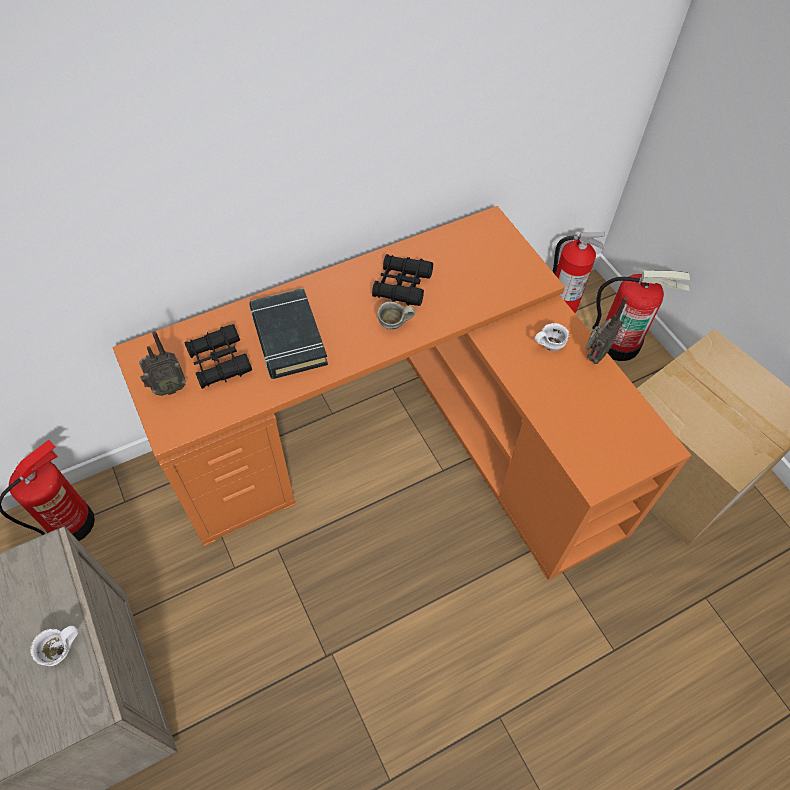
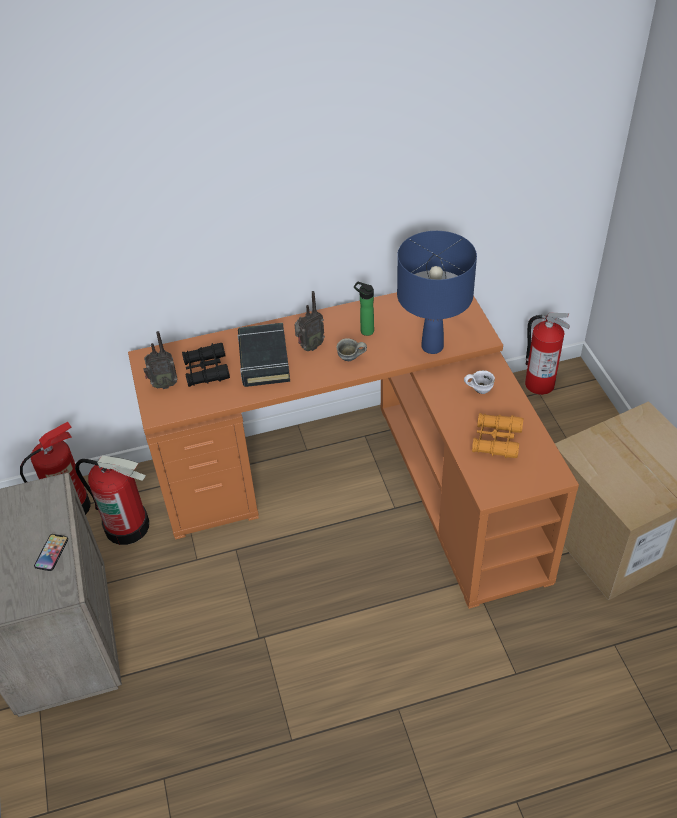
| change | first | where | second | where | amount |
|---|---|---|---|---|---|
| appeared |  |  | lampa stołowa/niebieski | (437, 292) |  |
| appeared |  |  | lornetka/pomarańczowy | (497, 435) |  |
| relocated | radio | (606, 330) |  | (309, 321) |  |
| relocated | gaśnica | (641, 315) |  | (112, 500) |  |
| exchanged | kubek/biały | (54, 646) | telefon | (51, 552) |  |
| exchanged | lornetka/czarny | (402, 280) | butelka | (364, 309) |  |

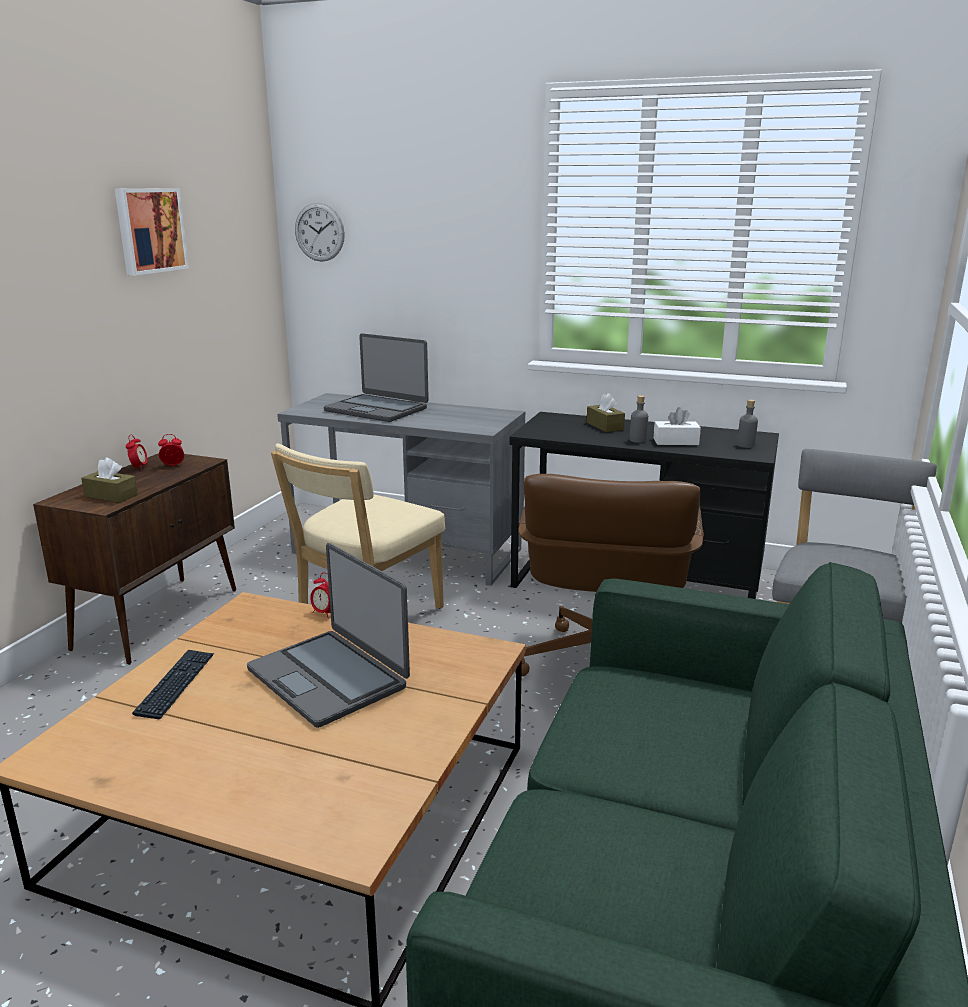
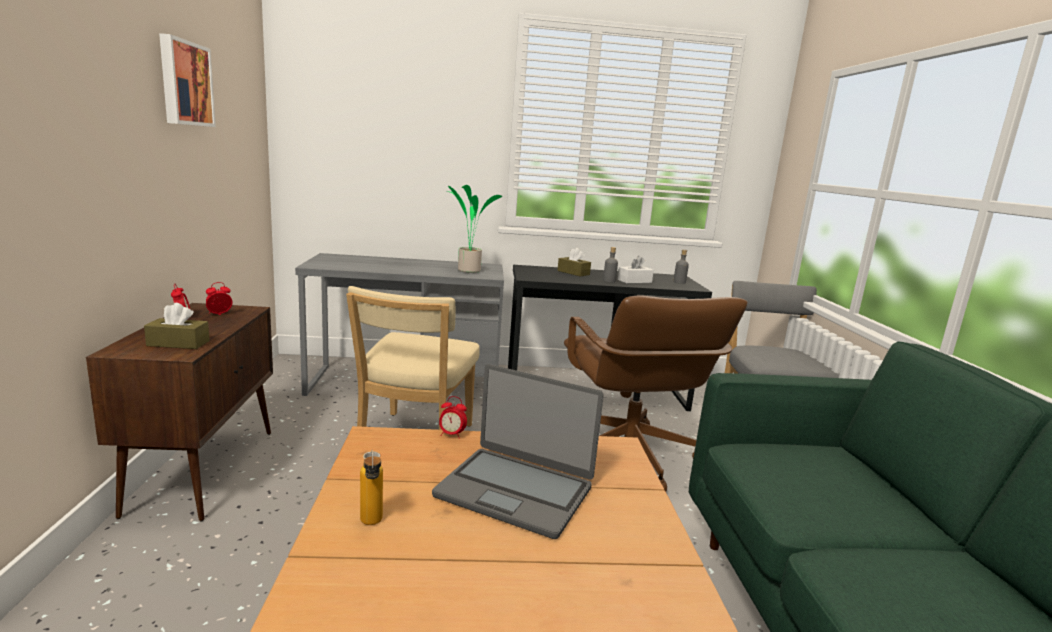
| change | first | where | second | where | amount |
|---|---|---|---|---|---|
| missing | zegar ścienny | (320, 232) |  |  |  |
| missing | laptop | (376, 377) |  |  |  |
| appeared |  |  | roślina doniczkowa | (475, 229) |  |
| exchanged | klawiatura | (173, 684) | butelka | (371, 487) |  |

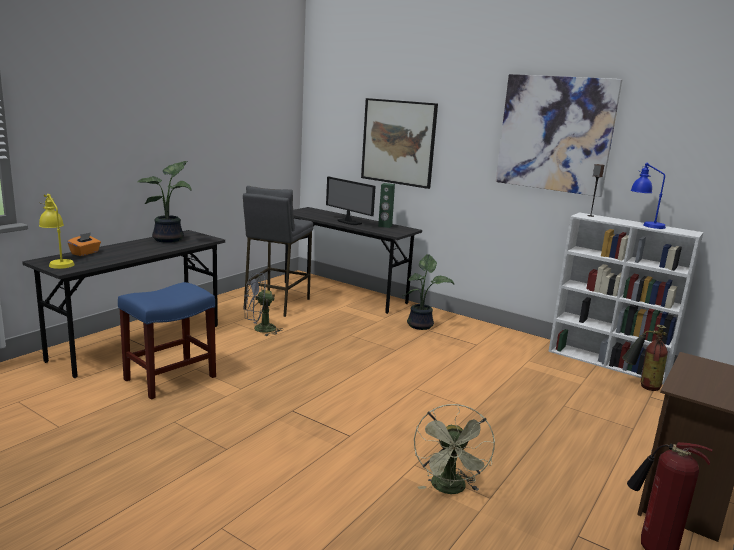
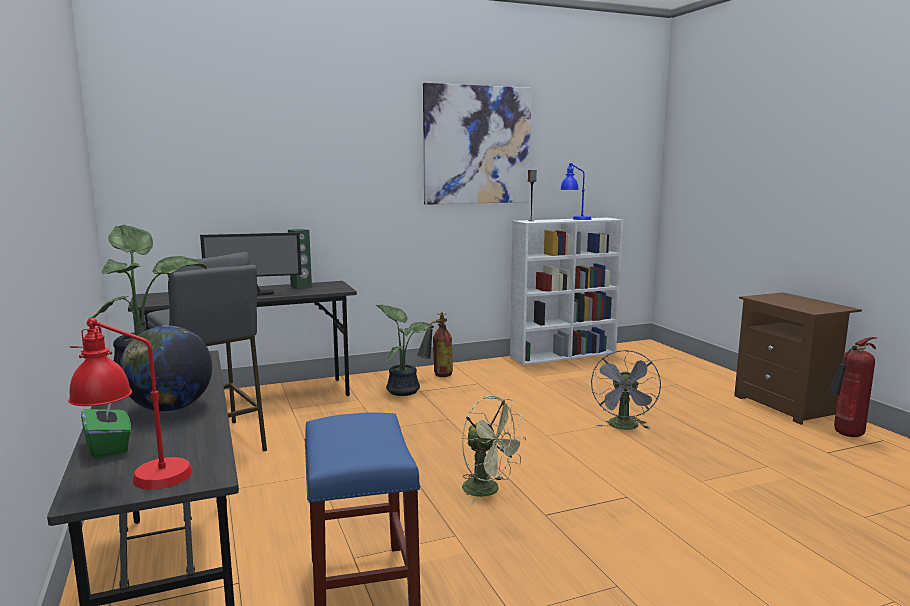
| change | first | where | second | where | amount |
|---|---|---|---|---|---|
| missing | obraz | (399, 143) |  |  |  |
| appeared |  |  | globus | (166, 368) |  |
| relocated | wentylator/szary | (264, 304) |  | (626, 390) |  |
| relocated | wentylator/zielony | (454, 449) |  | (494, 450) |  |
| relocated | gaśnica | (645, 358) |  | (435, 344) |  |
| colour | lampa stołowa/żółty | (57, 231) | lampa stołowa/czerwony | (130, 403) |  |
| colour | pudełko chusteczek/pomarańczowy | (84, 244) | pudełko chusteczek/zielony | (106, 431) |  |

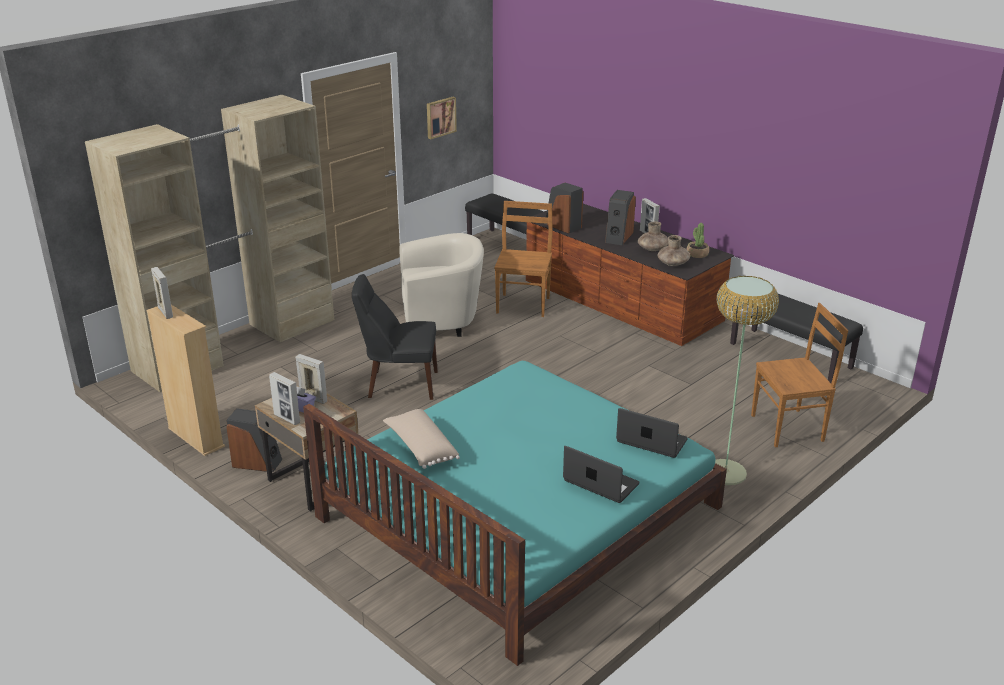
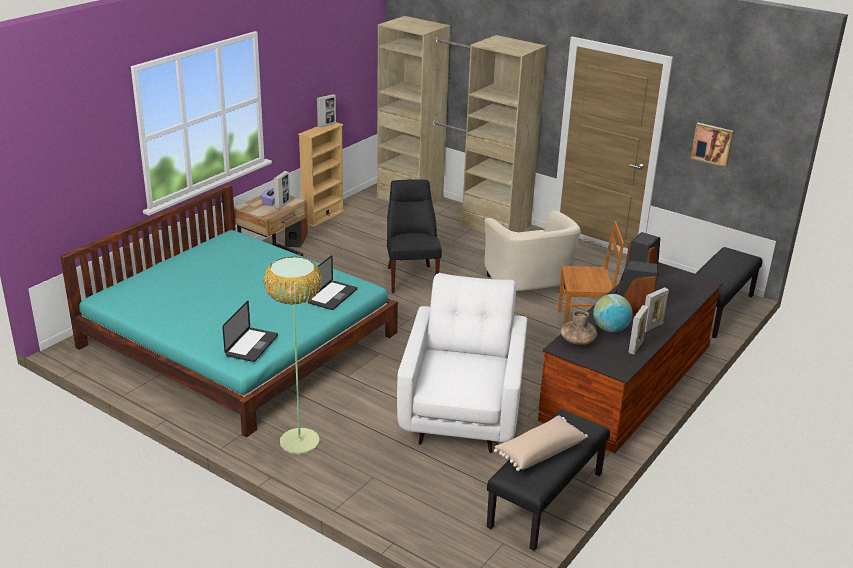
| change | first | where | second | where | amount |
|---|---|---|---|---|---|
| missing | roślina doniczkowa | (698, 240) |  |  |  |
| missing | krzesło/brązowy | (799, 375) |  |  |  |
| appeared |  |  | fotel/biały | (462, 363) |  |
| relocated | ramka na zdjęcie | (284, 398) |  | (639, 330) |  |
| relocated | poduszka/beżowy | (421, 439) |  | (541, 443) |  |
| relocated | laptop | (601, 474) |  | (331, 282) |  |
| exchanged | wazon/brązowy | (653, 236) | globus | (613, 313) |  |

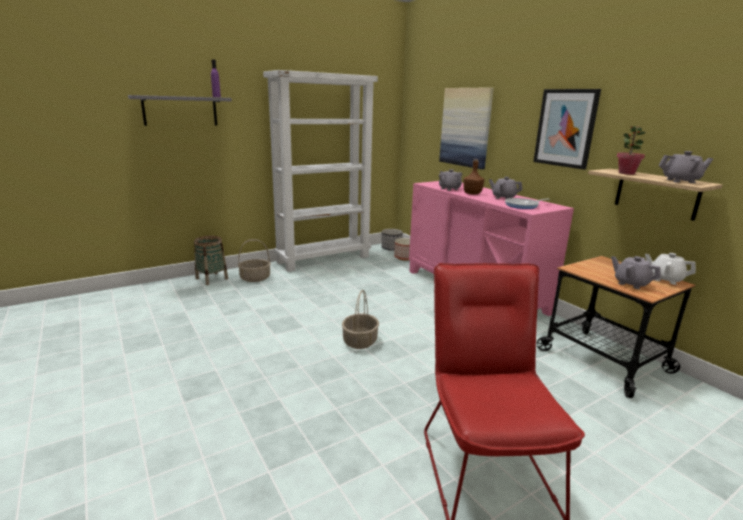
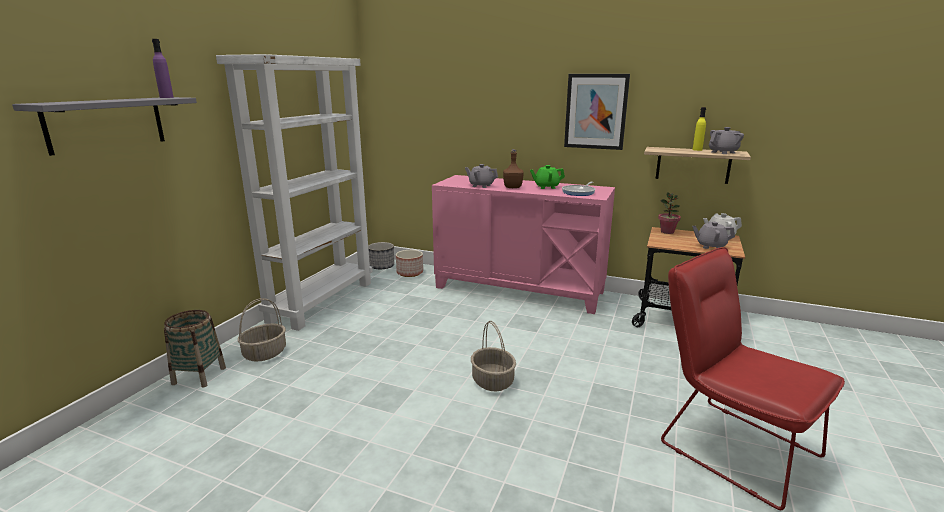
| change | first | where | second | where | amount |
|---|---|---|---|---|---|
| missing | obraz | (466, 128) |  |  |  |
| appeared |  |  | butelka/żółty | (699, 129) |  |
| relocated | roślina doniczkowa | (631, 150) |  | (669, 213) |  |
| colour | imbryk/szary | (506, 188) | imbryk/zielony | (547, 177) |  |

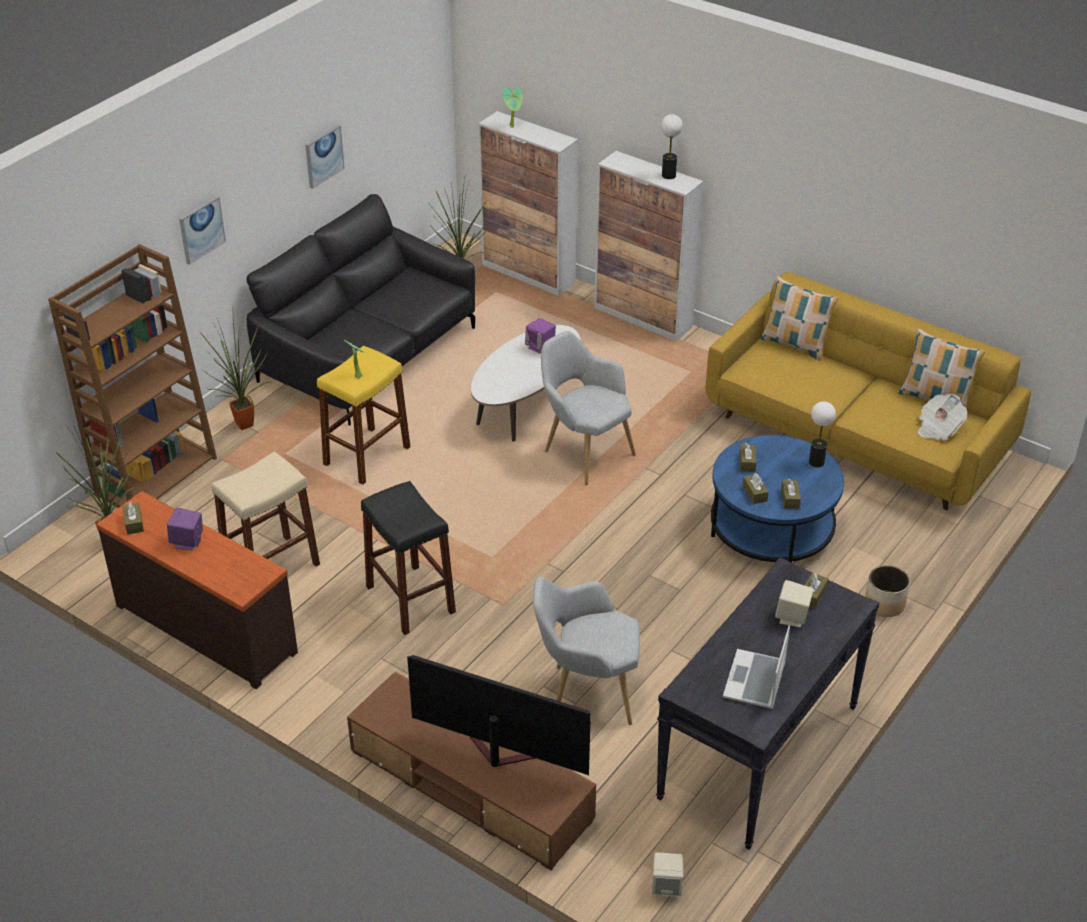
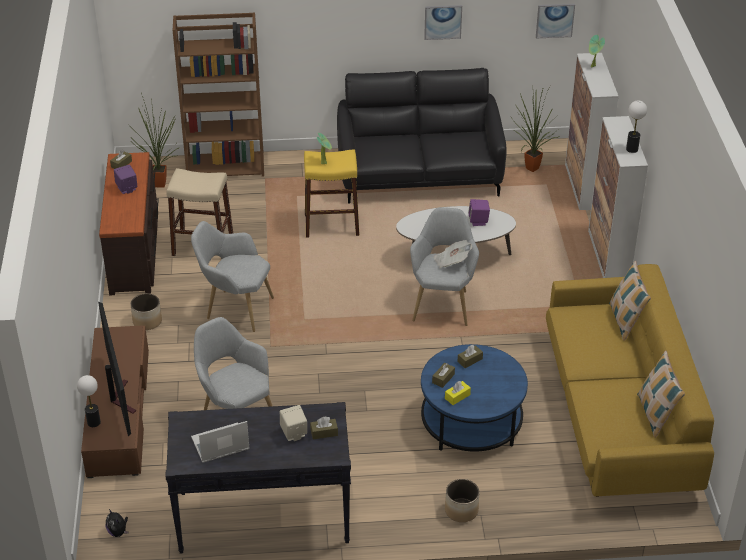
| change | first | where | second | where | amount |
|---|---|---|---|---|---|
| missing | roślina doniczkowa | (235, 366) |  |  |  |
| appeared |  |  | donica | (146, 311) |  |
| relocated | obraz | (202, 230) |  | (555, 21) |  |
| relocated | lampa stołowa | (822, 434) |  | (89, 401) |  |
| relocated | gazeta | (942, 417) |  | (453, 254) |  |
| exchanged | stołek/czarny | (408, 558) | fotel/szary | (232, 276) |  |
| exchanged | głośnik/beżowy | (667, 874) | pluszak | (117, 523) |  |
| colour | pudełko chusteczek/brązowy | (791, 494) | pudełko chusteczek/żółty | (458, 393) |  |

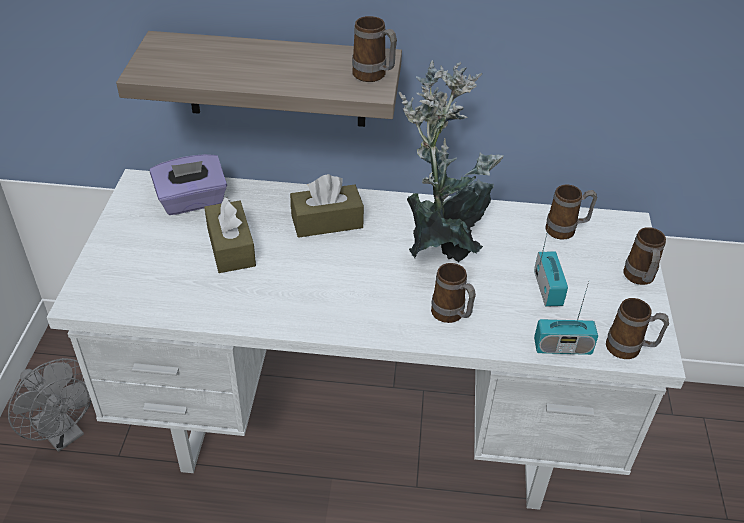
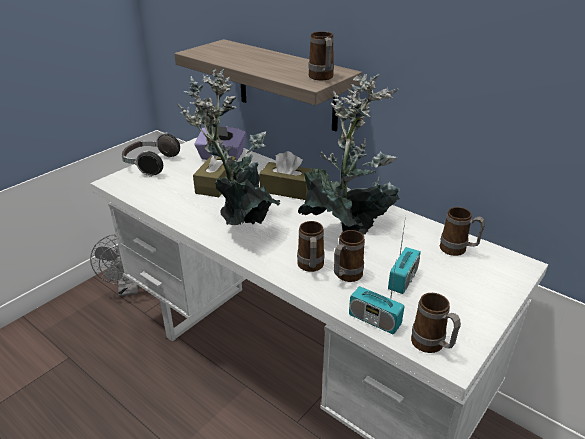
| change | first | where | second | where | amount |
|---|---|---|---|---|---|
| appeared |  |  | słuchawki | (151, 154) |  |
| appeared |  |  | roślina doniczkowa | (229, 147) |  |
| relocated | kubek | (644, 256) |  | (349, 256) |  |

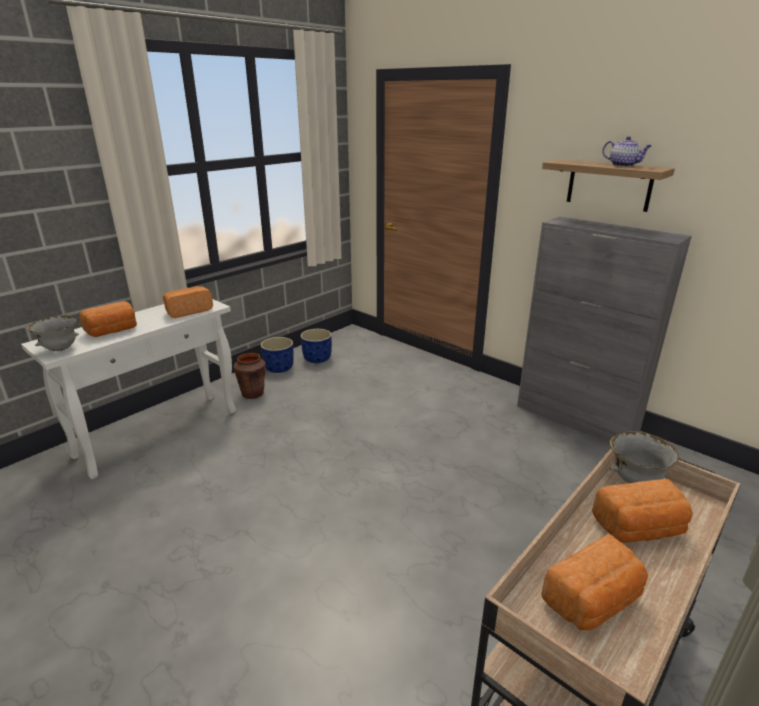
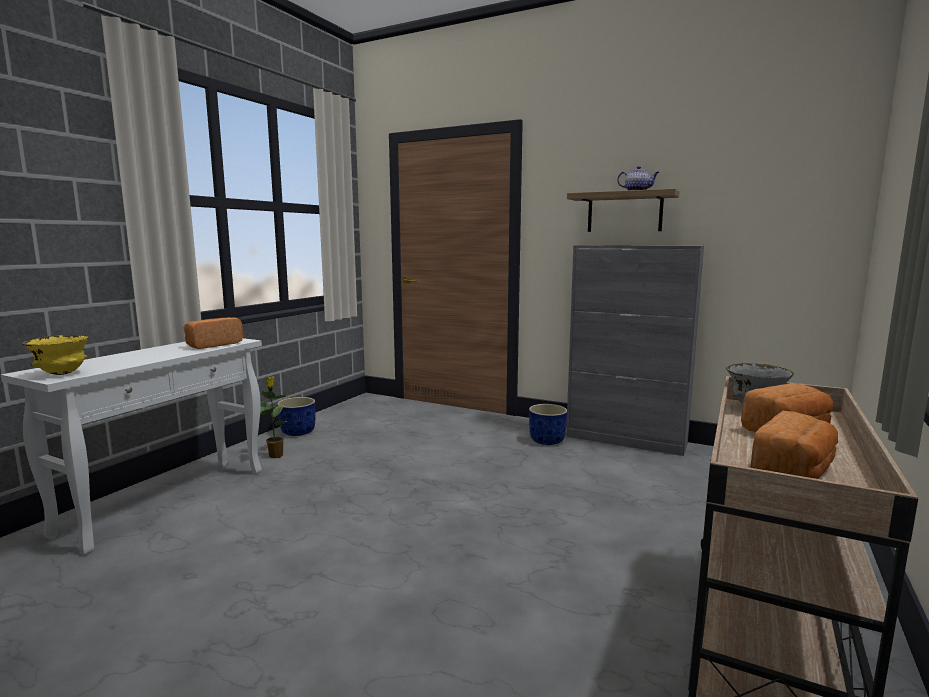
| change | first | where | second | where | amount |
|---|---|---|---|---|---|
| missing | chleb | (108, 319) |  |  |  |
| relocated | donica/niebieski | (316, 346) |  | (548, 424) |  |
| exchanged | wazon/brązowy | (250, 376) | roślina doniczkowa | (275, 417) |  |
| colour | miska/szary | (53, 333) | miska/żółty | (55, 354) |  |

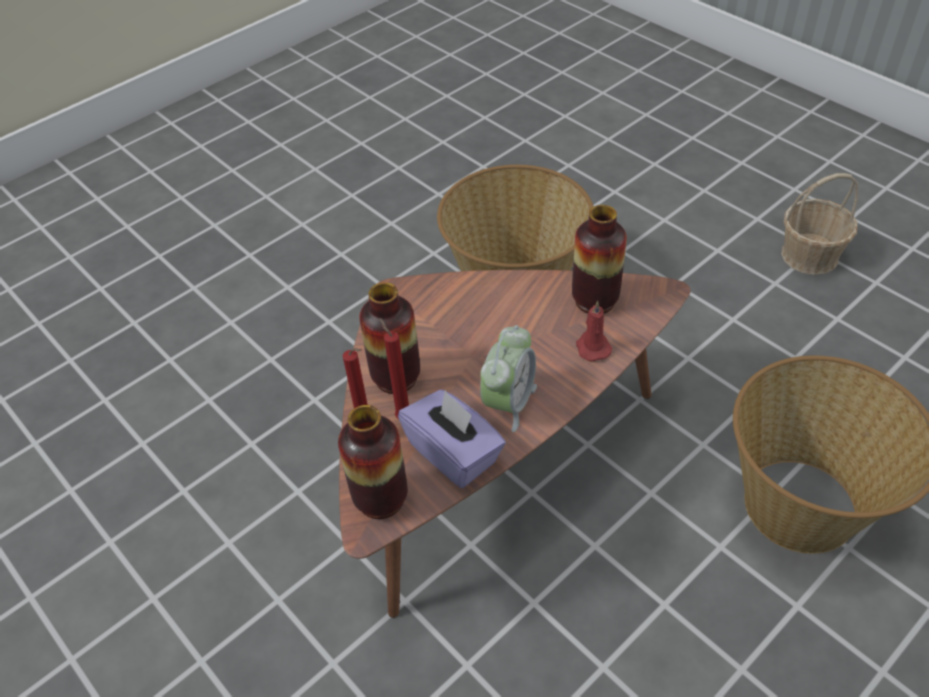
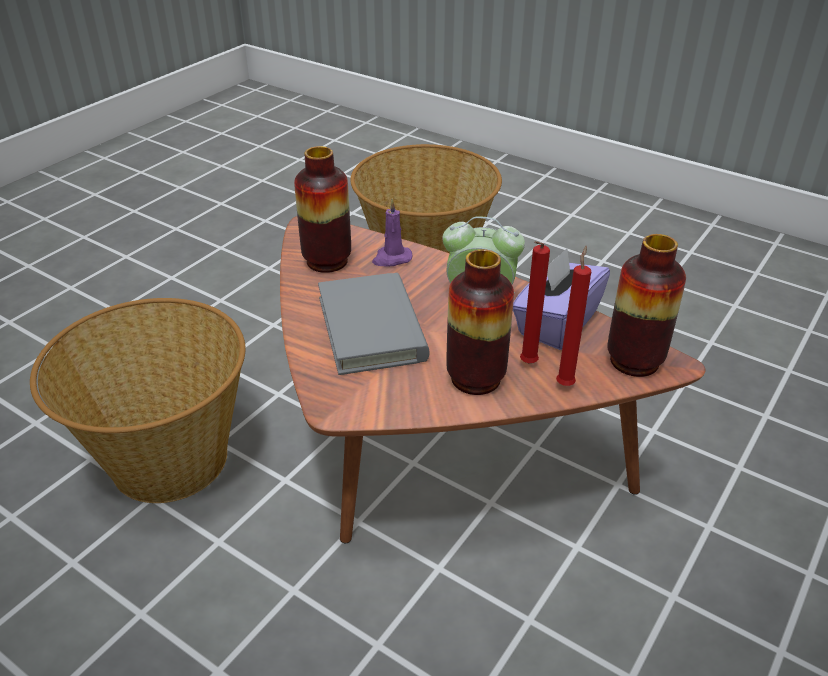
| change | first | where | second | where | amount |
|---|---|---|---|---|---|
| missing | koszyk | (819, 224) |  |  |  |
| appeared |  |  | książka/szary | (374, 324) |  |
| colour | świeca/czerwony | (594, 331) | świeca/fioletowy | (392, 232) |  |

